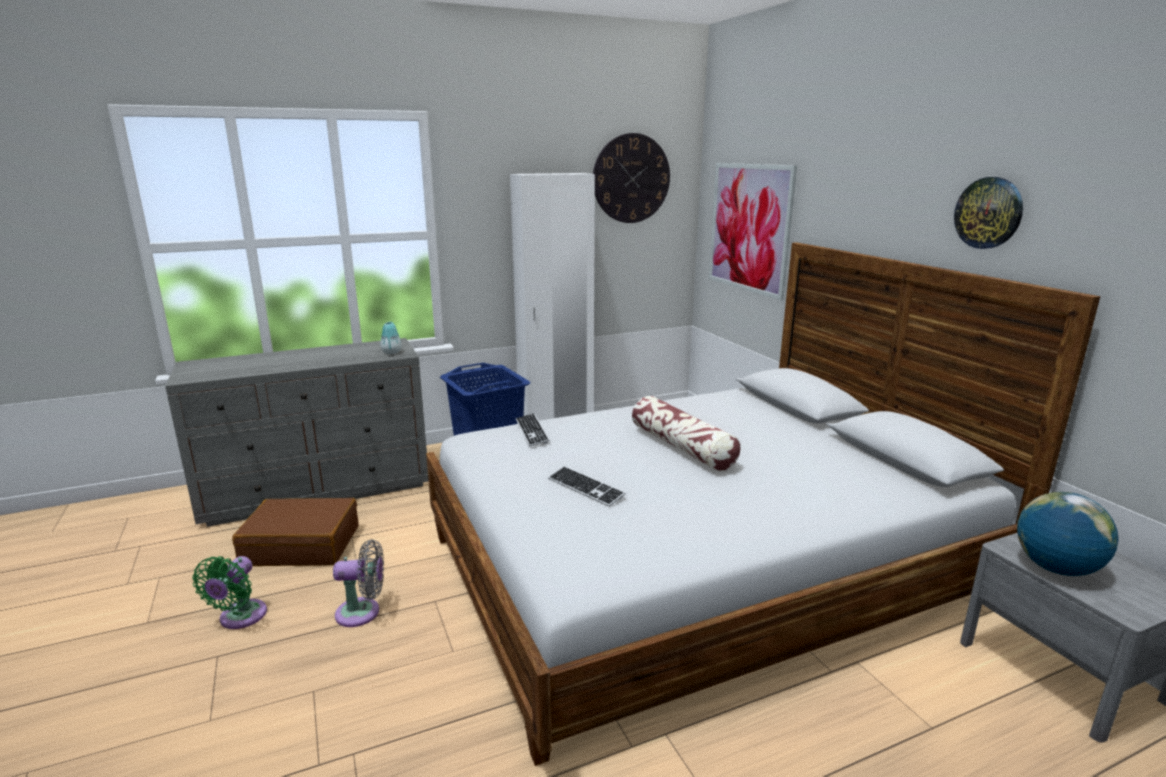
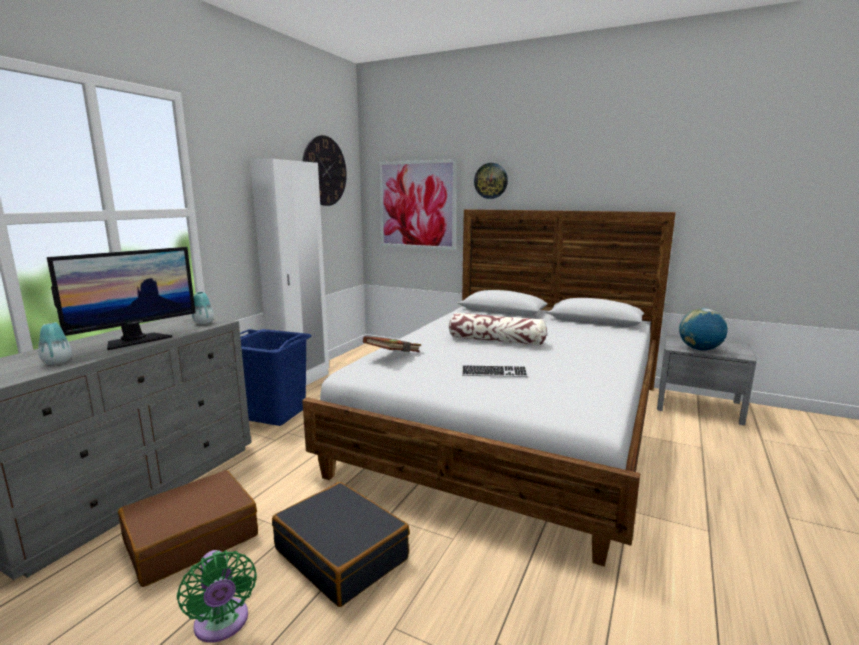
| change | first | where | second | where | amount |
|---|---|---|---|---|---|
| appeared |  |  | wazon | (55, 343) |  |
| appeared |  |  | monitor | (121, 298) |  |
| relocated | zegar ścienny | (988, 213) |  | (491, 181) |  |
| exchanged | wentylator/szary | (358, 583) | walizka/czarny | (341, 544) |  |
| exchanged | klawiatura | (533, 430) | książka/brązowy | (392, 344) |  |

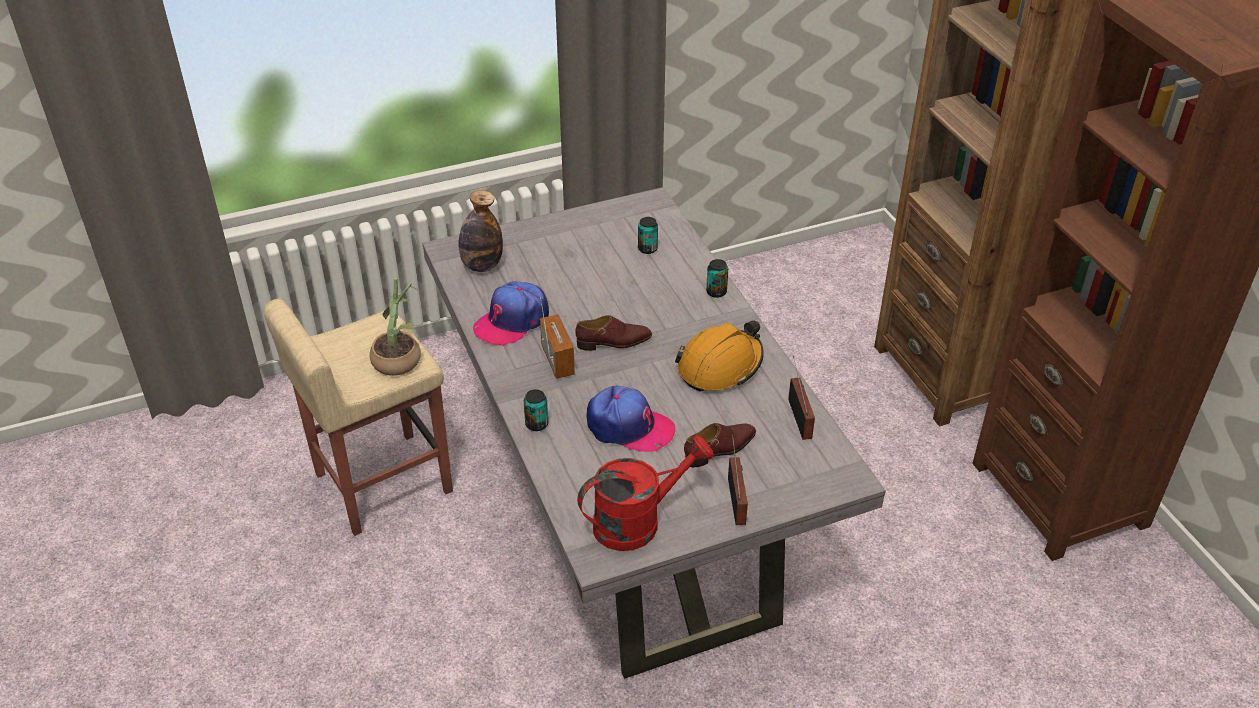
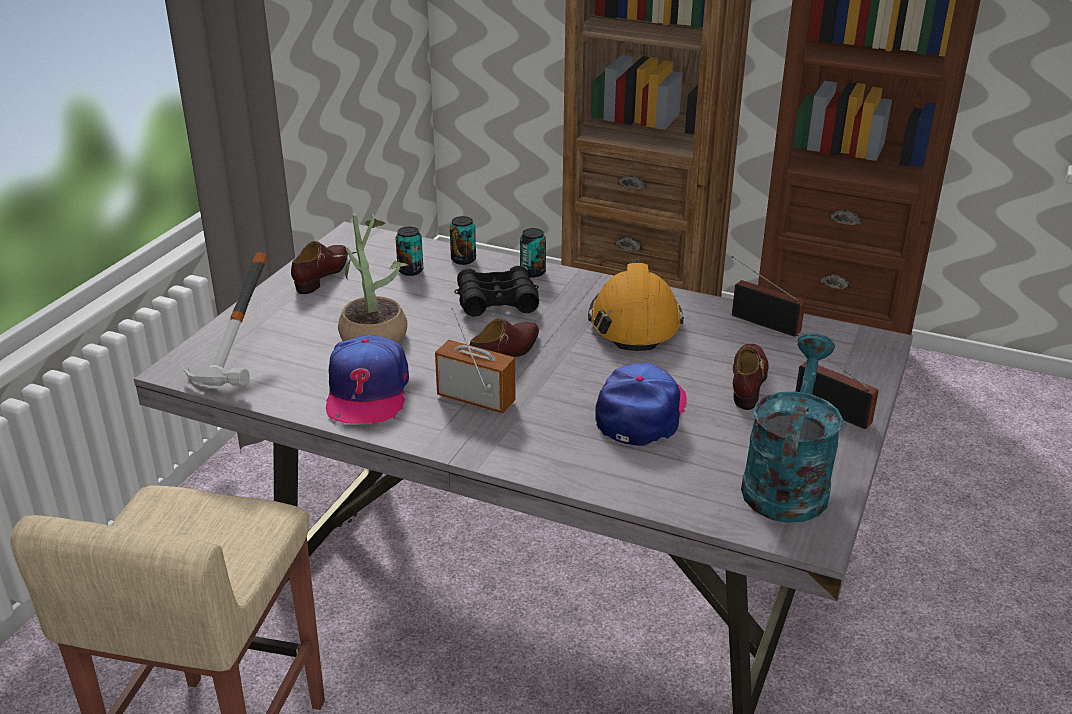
| change | first | where | second | where | amount |
|---|---|---|---|---|---|
| appeared |  |  | but/brązowy | (319, 267) |  |
| appeared |  |  | lornetka/czarny | (497, 291) |  |
| relocated | roślina doniczkowa | (395, 327) |  | (370, 278) |  |
| relocated | puszka | (536, 410) |  | (463, 240) |  |
| exchanged | butelka | (480, 231) | młotek | (224, 319) |  |
| colour | konewka/czerwony | (645, 493) | konewka/turkusowy | (792, 428) |  |
| spun | czapka z daszkiem | (630, 418) |  | (641, 404) | 45 degrees counterclockwise |

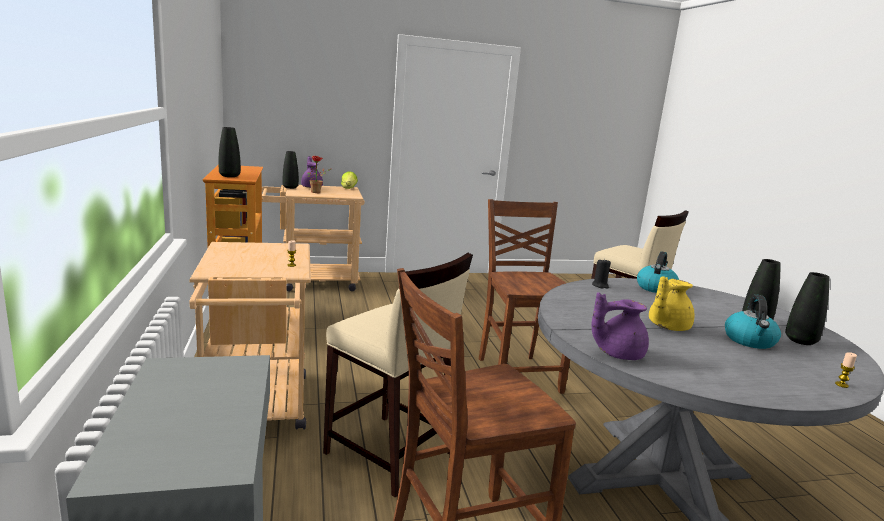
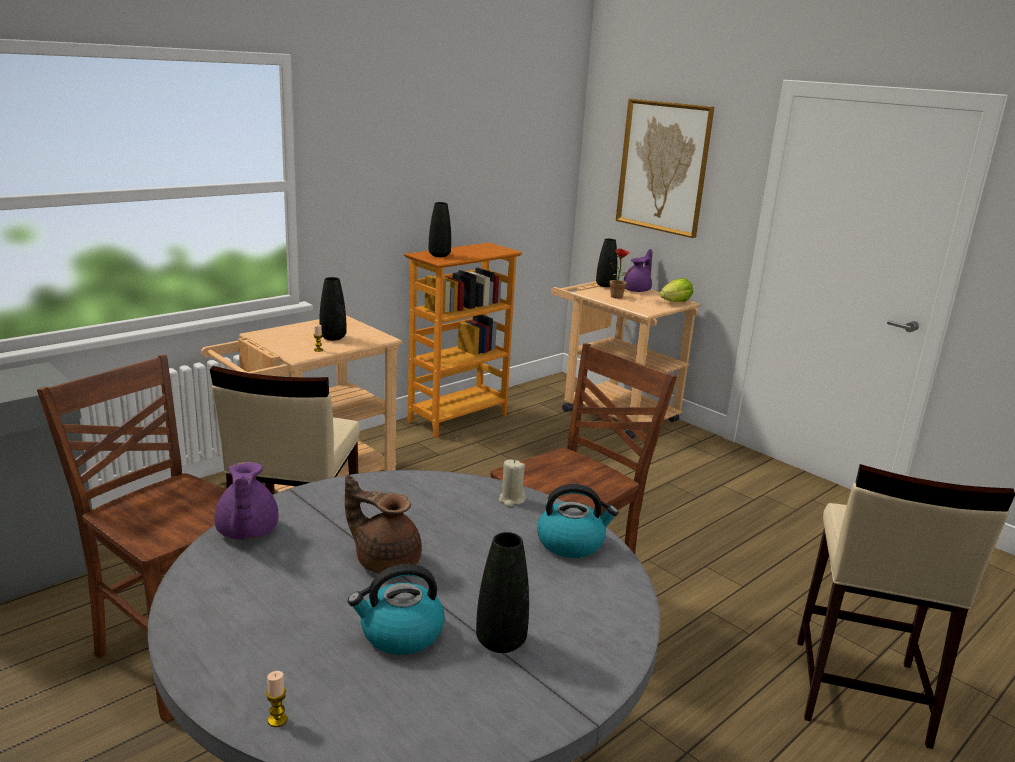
| change | first | where | second | where | amount |
|---|---|---|---|---|---|
| appeared |  |  | obraz | (665, 168) |  |
| relocated | wazon/czarny | (807, 308) |  | (332, 309) |  |
| colour | świeca/czarny | (601, 274) | świeca/beżowy | (512, 483) |  |
| colour | imbryk/żółty | (672, 303) | imbryk/brązowy | (383, 524) |  |
| spun | imbryk/fioletowy | (620, 326) |  | (246, 501) | 150 degrees counterclockwise |

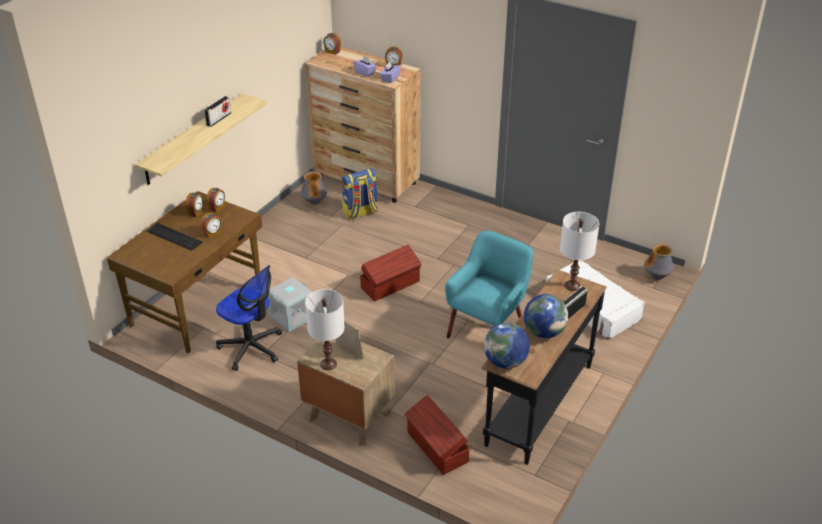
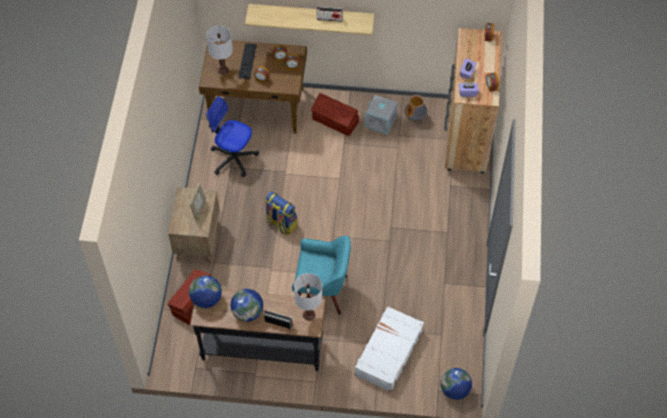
| change | first | where | second | where | amount |
|---|---|---|---|---|---|
| relocated | pojemnik do przechowywania/szary | (290, 304) |  | (381, 115) |  |
| relocated | lampa stołowa/biały | (325, 329) |  | (219, 50) |  |
| relocated | plecak | (360, 194) |  | (281, 213) |  |
| relocated | pojemnik do przechowywania/brązowy | (391, 273) |  | (335, 114) |  |
| exchanged | wazon | (659, 262) | globus | (456, 384) |  |
| spun | krzesło biurowe | (249, 318) |  | (232, 137) | 105 degrees clockwise |

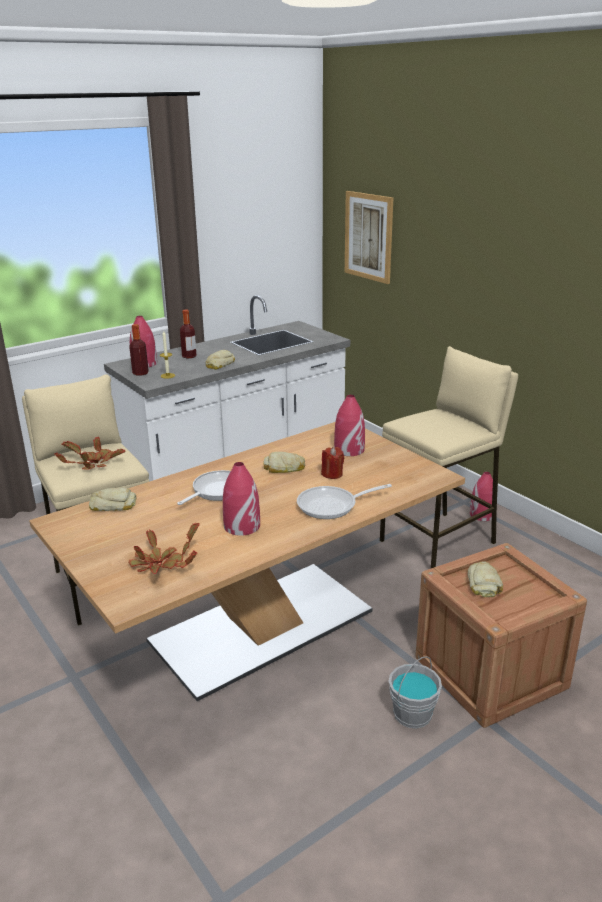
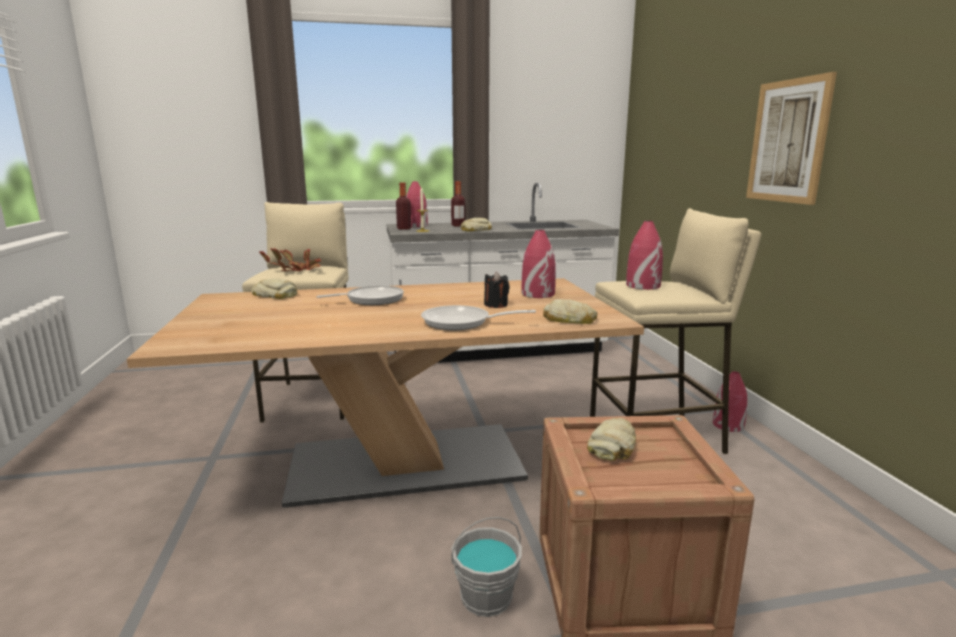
| change | first | where | second | where | amount |
|---|---|---|---|---|---|
| missing | roślina doniczkowa | (164, 548) |  |  |  |
| relocated | wazon/czerwony | (241, 499) |  | (644, 255) |  |
| relocated | chleb | (284, 462) |  | (570, 311) |  |
| relocated | obraz | (369, 237) |  | (791, 138) |  |
| colour | świeca/czerwony | (332, 463) | świeca/czarny | (497, 290) |  |

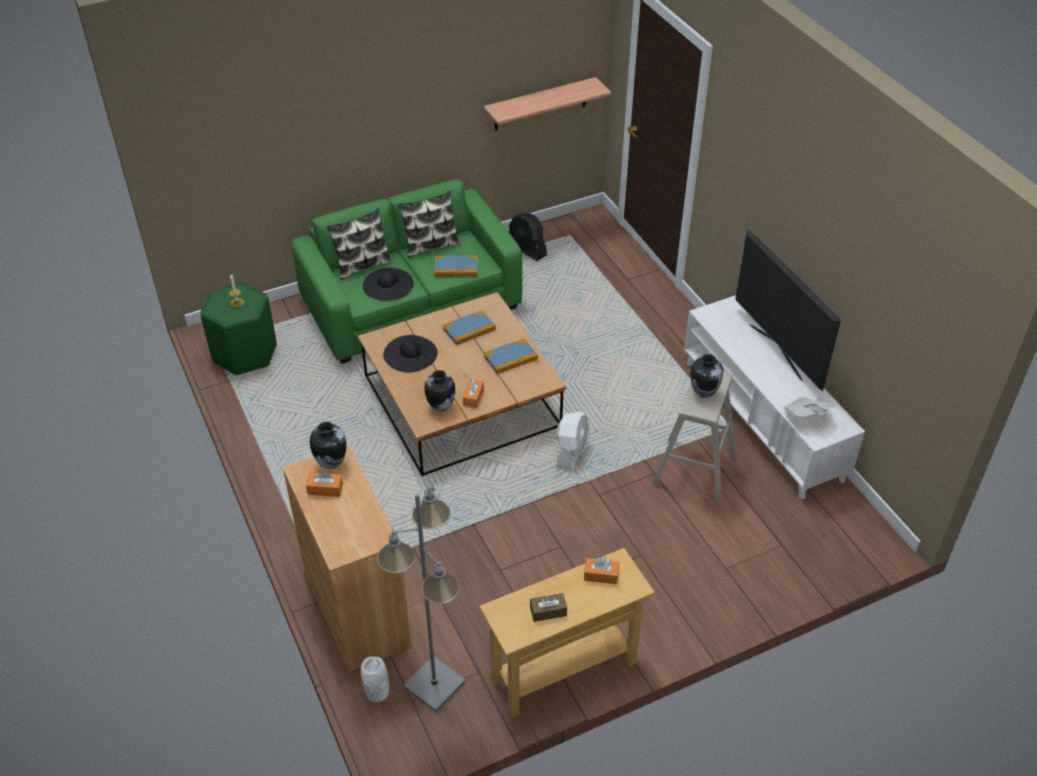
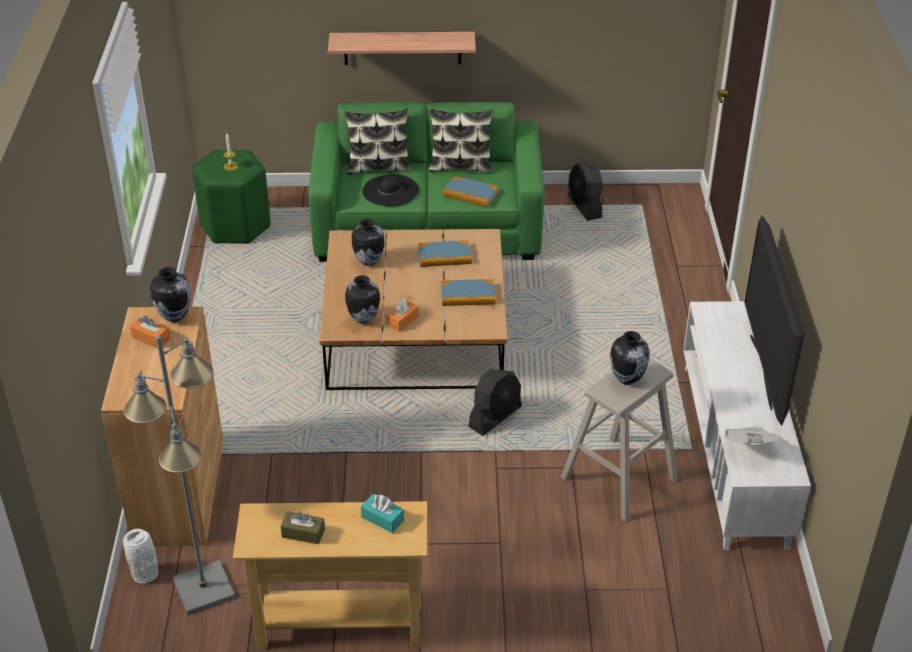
| change | first | where | second | where | amount |
|---|---|---|---|---|---|
| relocated | półka | (547, 104) |  | (402, 48) |  |
| exchanged | kapelusz/czarny | (410, 354) | wazon | (368, 242) |  |
| colour | wentylator/biały | (572, 441) | wentylator/czarny | (495, 402) |  |
| colour | pudełko chusteczek/pomarańczowy | (601, 570) | pudełko chusteczek/turkusowy | (382, 513) |  |

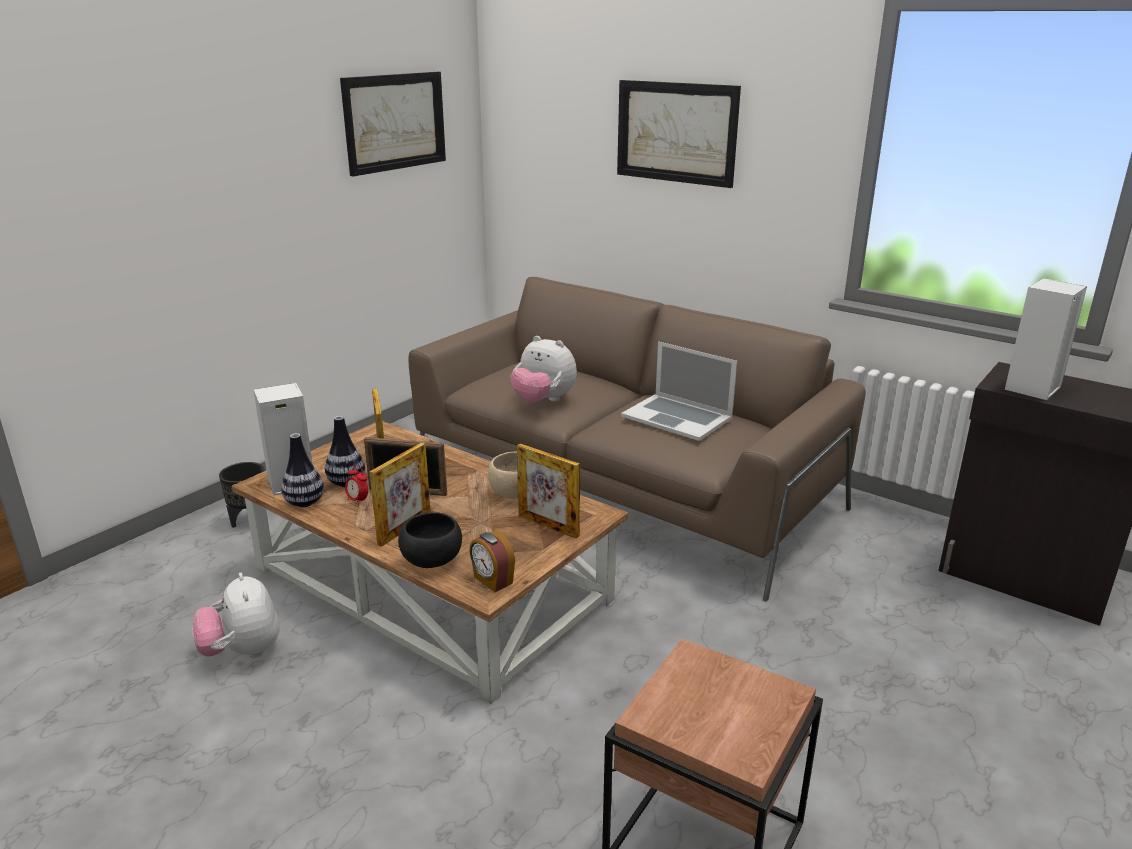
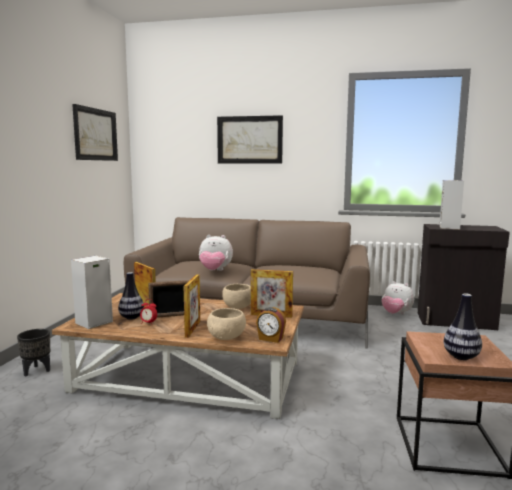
| change | first | where | second | where | amount |
|---|---|---|---|---|---|
| missing | laptop | (679, 391) |  |  |  |
| relocated | pluszak | (236, 615) |  | (398, 297) |  |
| relocated | wazon | (302, 470) |  | (463, 326) |  |
| colour | miska/czarny | (430, 540) | miska/beżowy | (226, 324) |  |

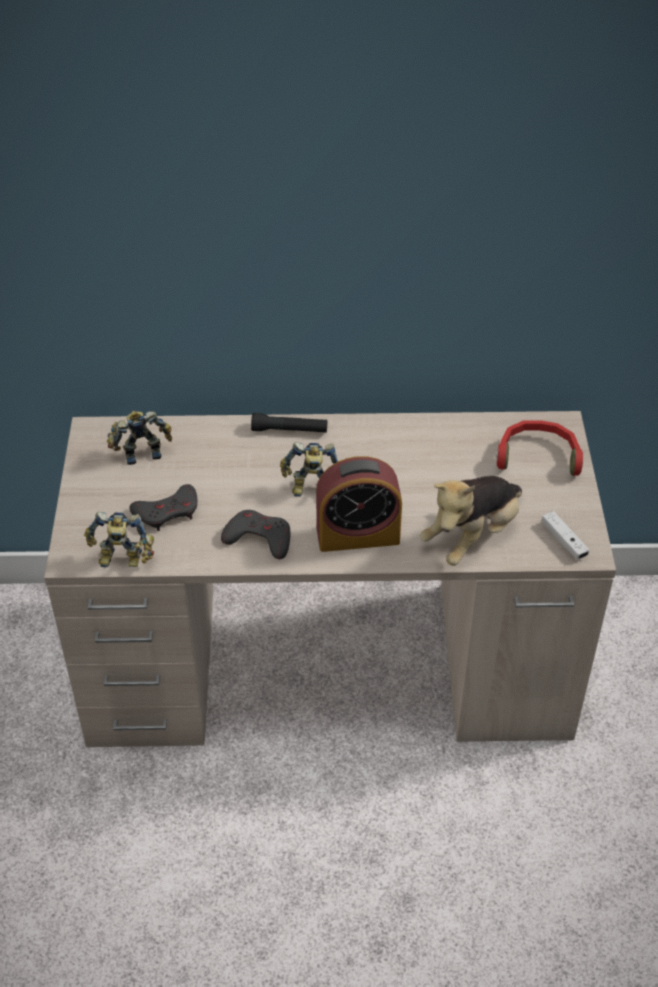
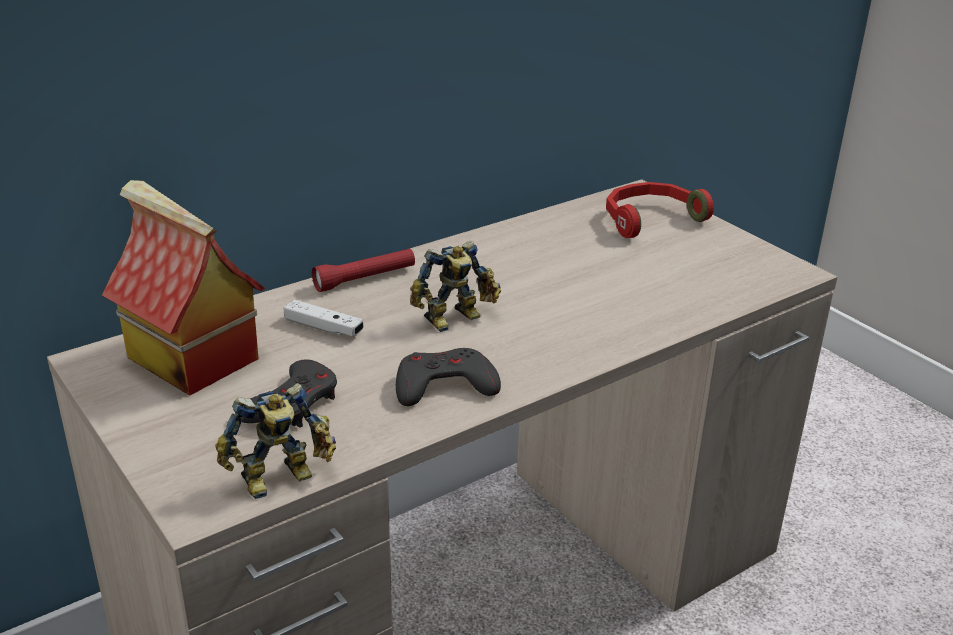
| change | first | where | second | where | amount |
|---|---|---|---|---|---|
| missing | budzik | (359, 504) |  |  |  |
| missing | pluszak | (471, 521) |  |  |  |
| relocated | pad do gier/biały | (565, 535) |  | (324, 318) |  |
| exchanged | robot zabawkowy | (139, 438) | domek | (184, 288) |  |
| colour | latarka/czarny | (289, 423) | latarka/czerwony | (363, 270) |  |

